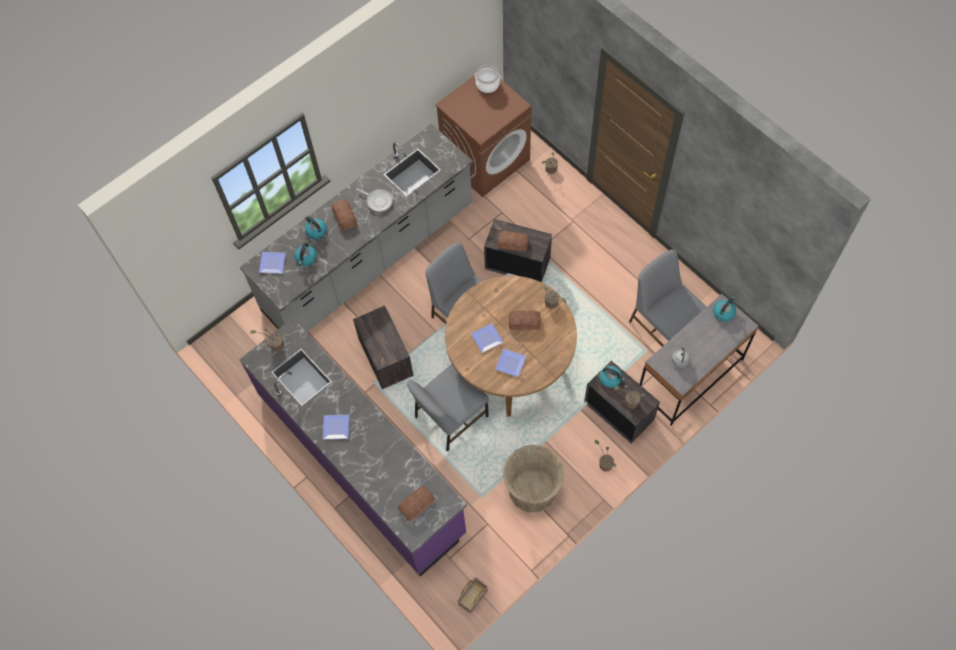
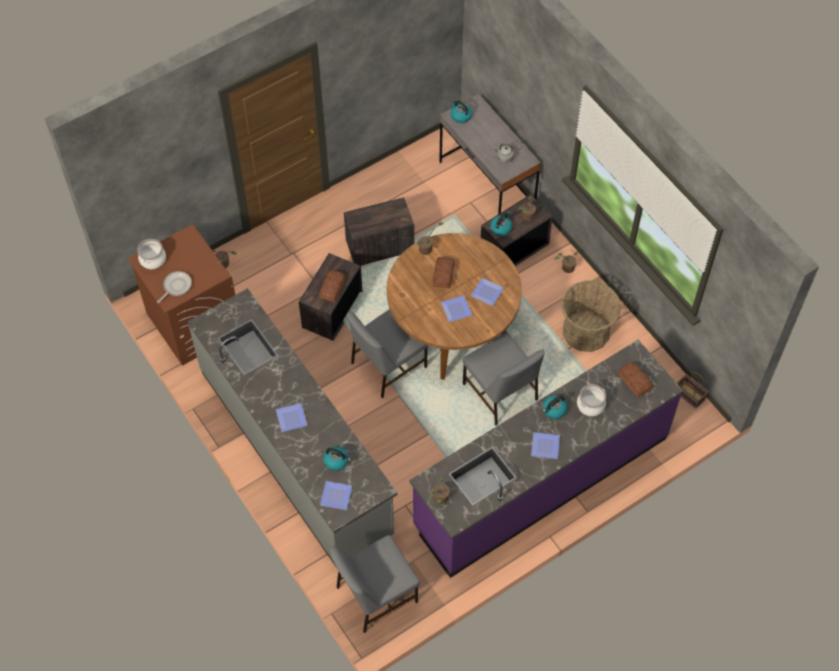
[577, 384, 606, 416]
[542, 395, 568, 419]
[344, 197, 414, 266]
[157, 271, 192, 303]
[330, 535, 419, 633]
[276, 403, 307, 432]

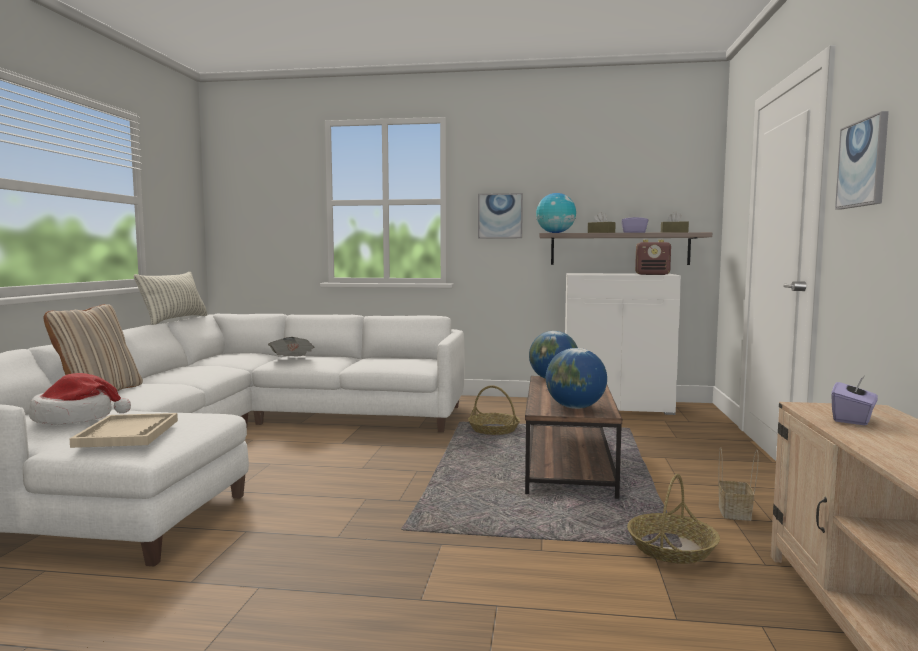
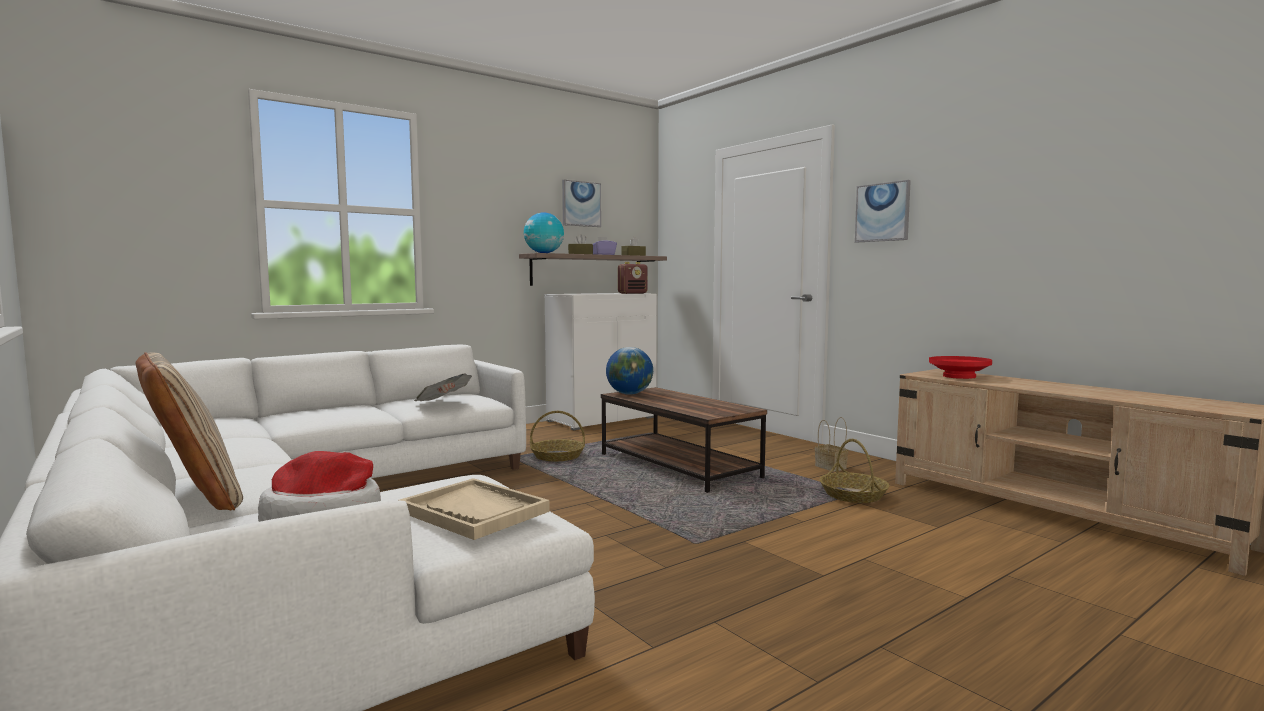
[134, 272, 207, 325] (first image)
[546, 348, 607, 409] (first image)
[414, 373, 472, 401]
[562, 180, 601, 227]
[929, 356, 992, 379]

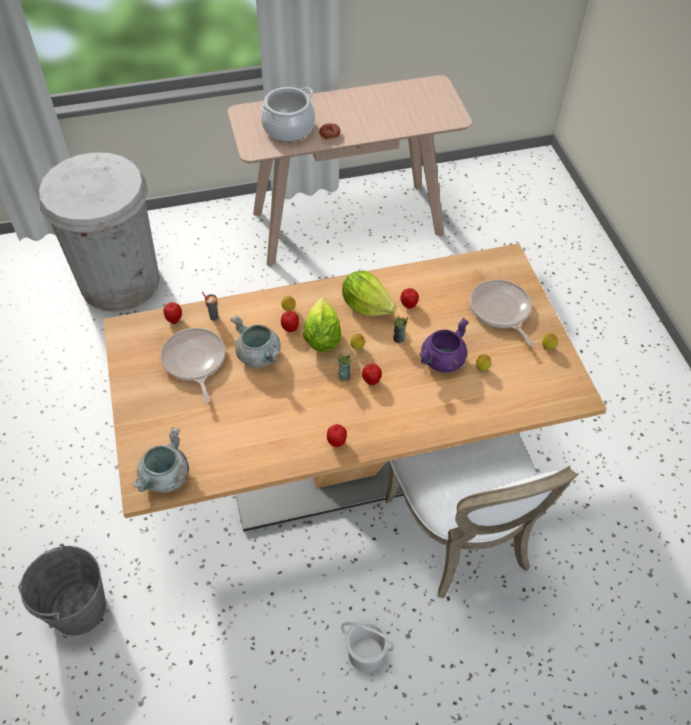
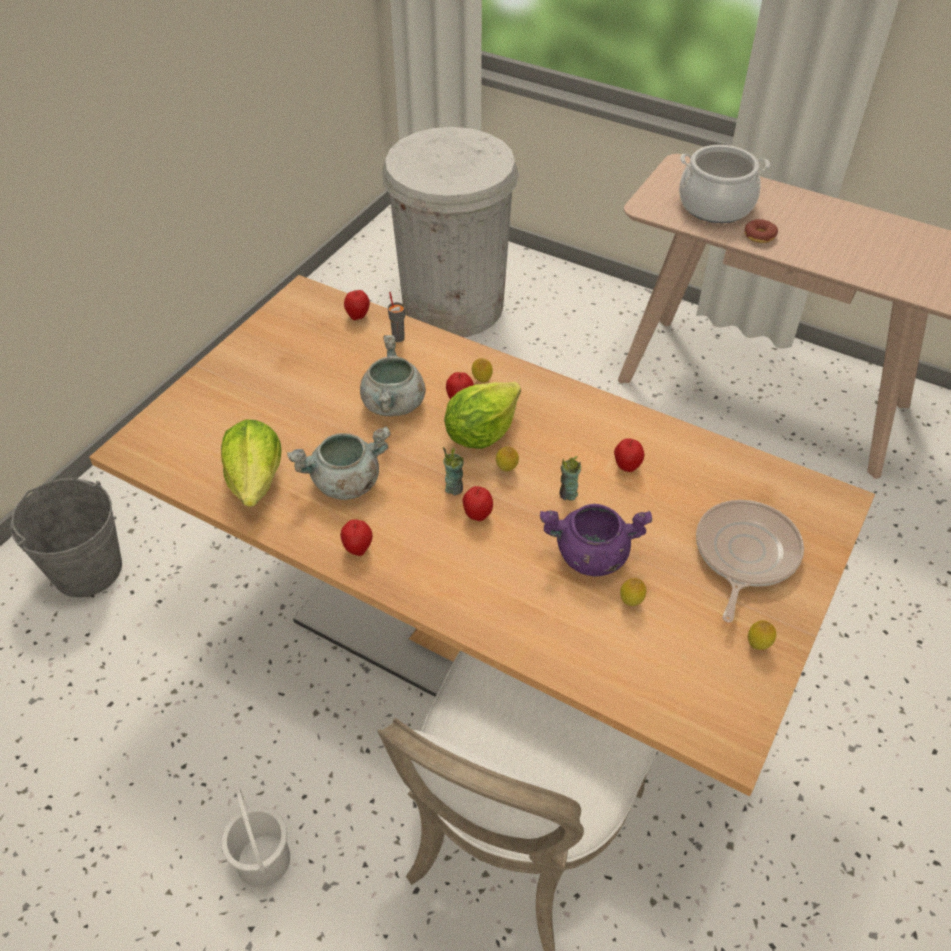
[160, 328, 225, 403] (first image)
[287, 426, 391, 500]
[221, 419, 282, 507]

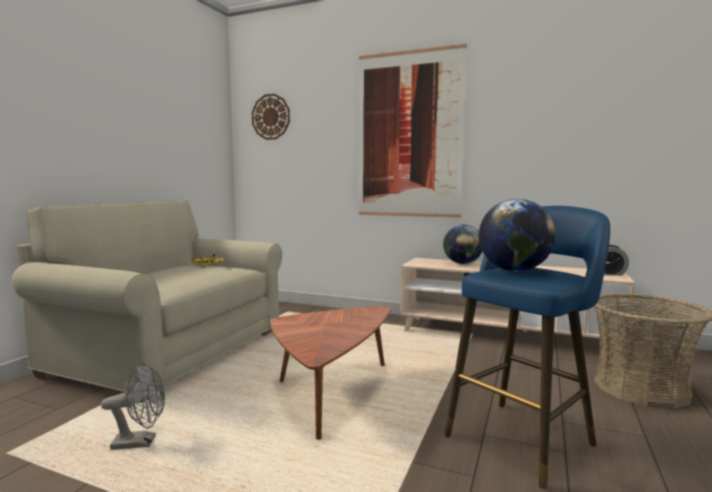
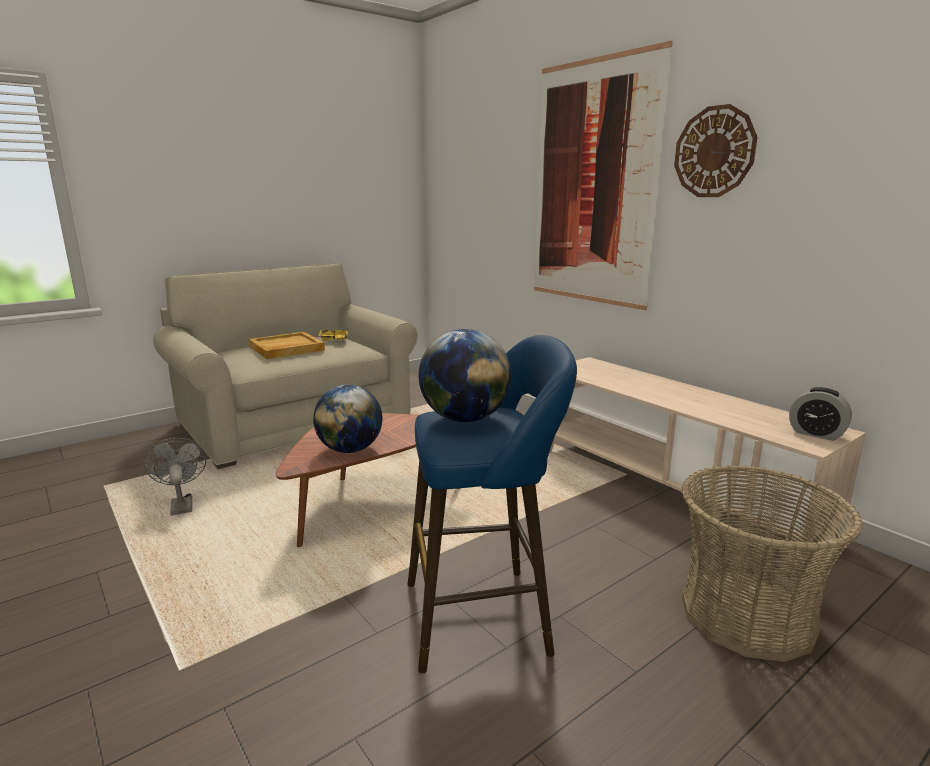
[249, 332, 325, 359]
[674, 104, 757, 197]
[313, 385, 382, 453]
[144, 437, 206, 516]

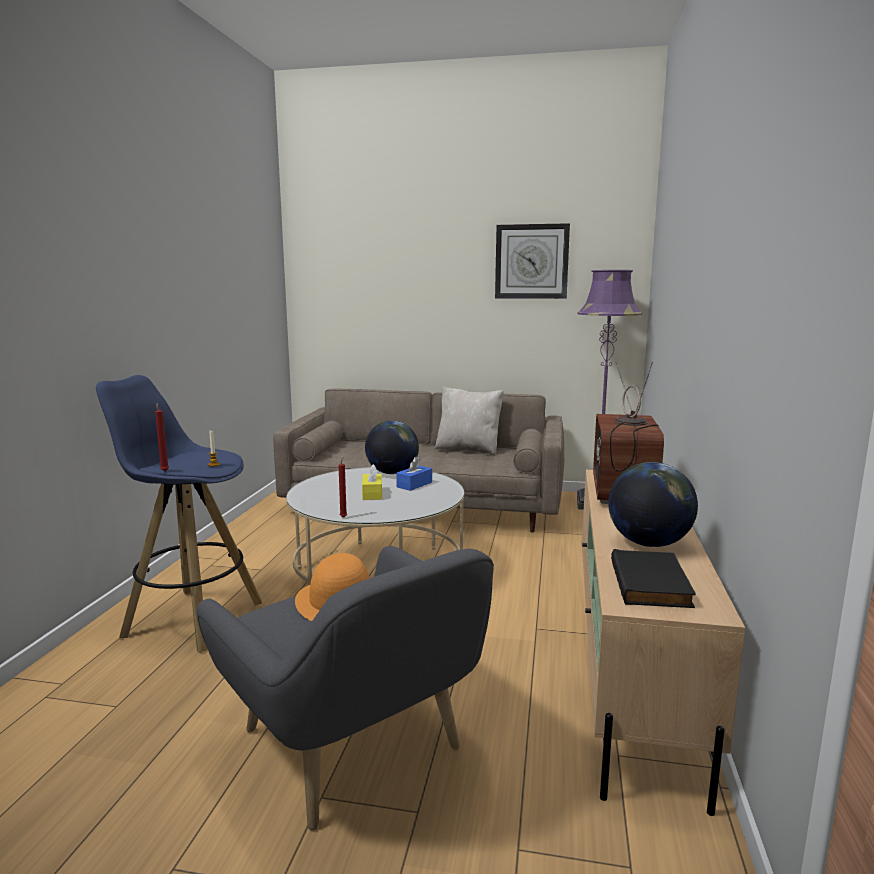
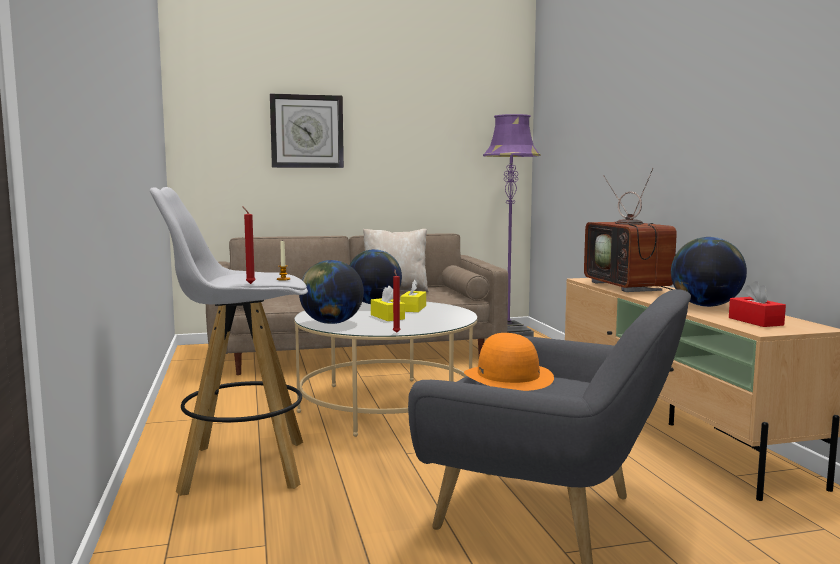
[299, 260, 364, 324]
[270, 93, 344, 168]
[729, 281, 786, 327]
[150, 187, 308, 496]
[400, 280, 426, 312]

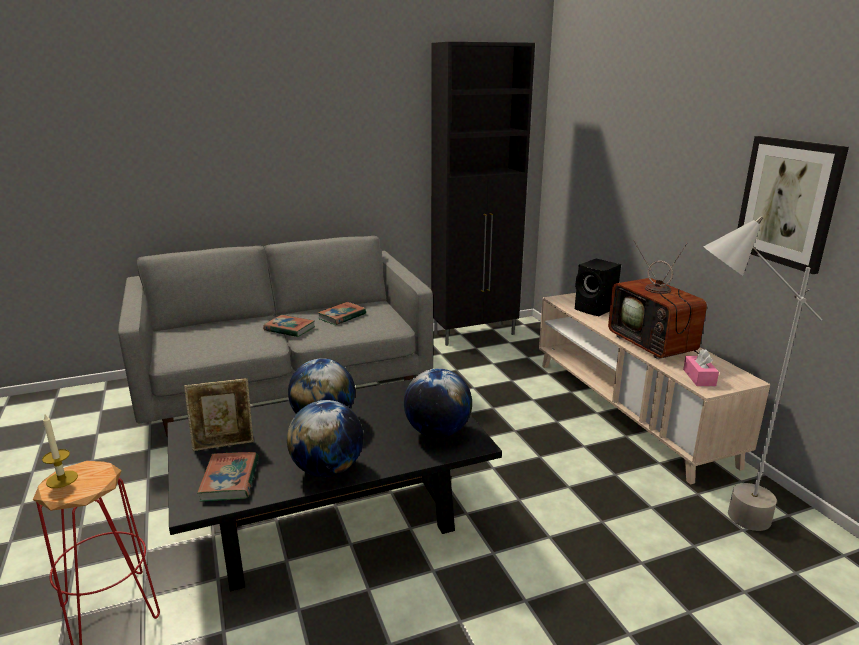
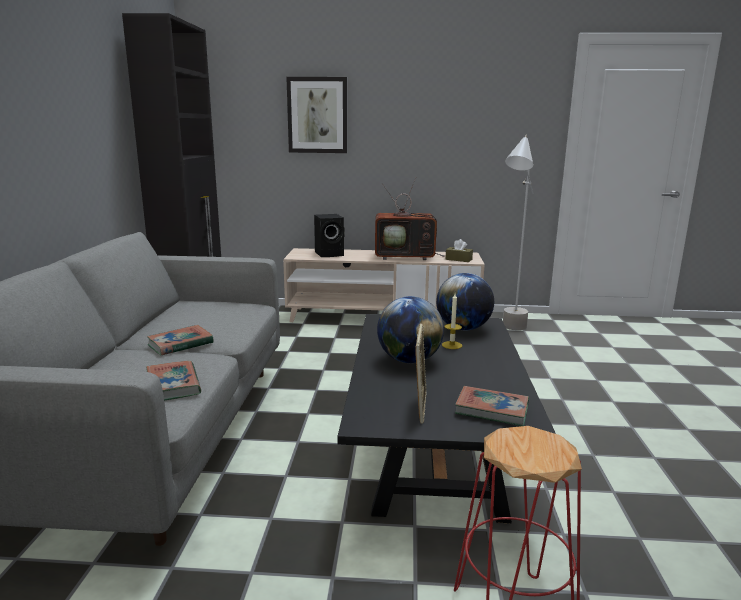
[287, 400, 363, 477] (first image)
[442, 294, 462, 349]
[146, 361, 201, 401]
[286, 77, 347, 153]
[445, 239, 473, 262]

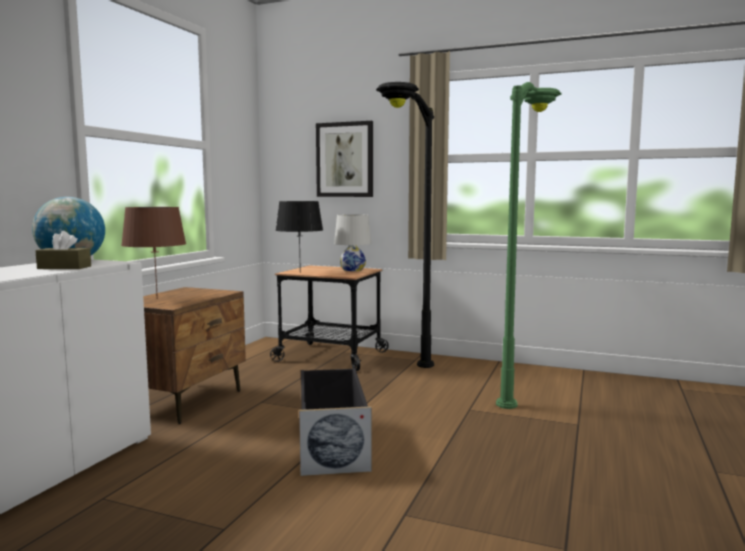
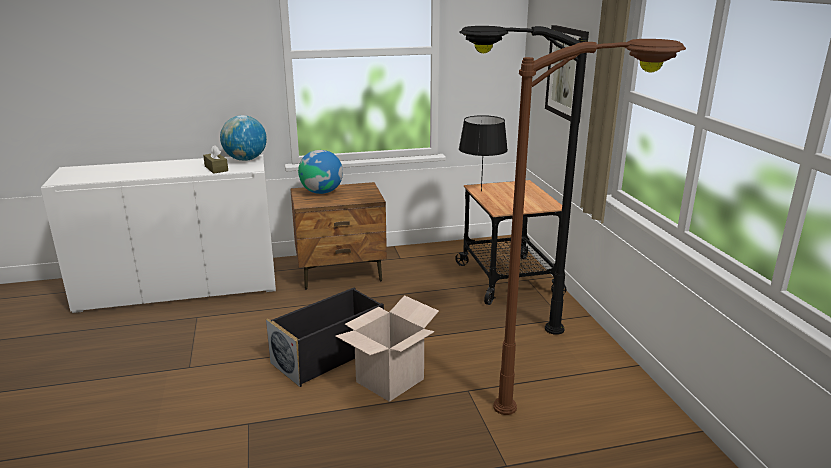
[334, 214, 371, 271] (first image)
[336, 295, 439, 402]
[298, 150, 343, 194]
[493, 39, 686, 415]

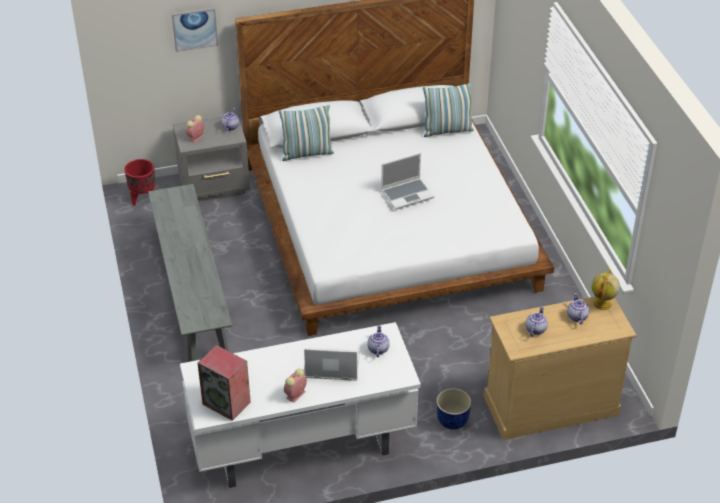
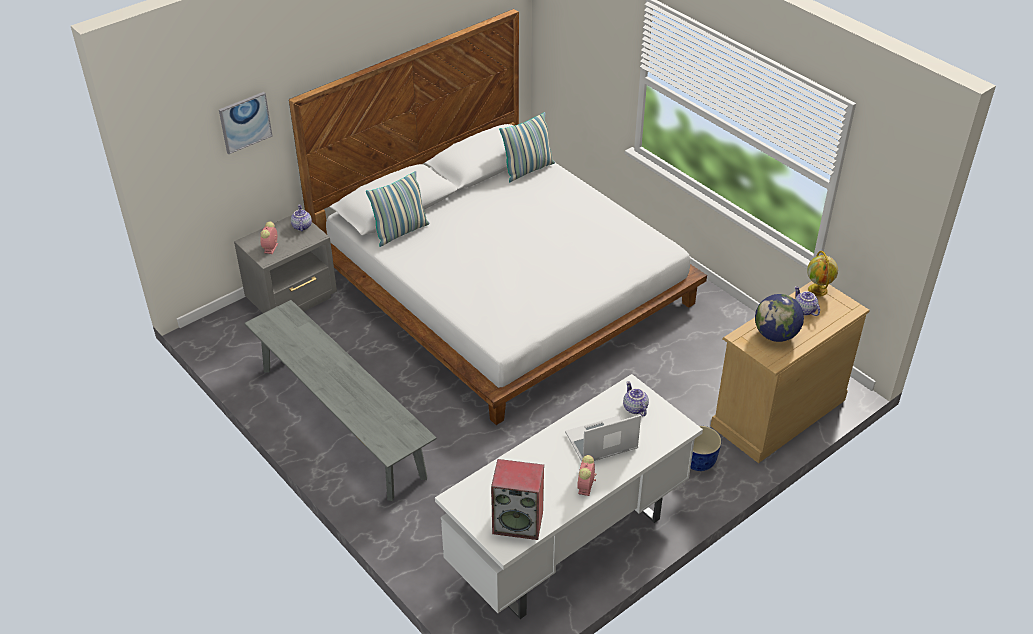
[124, 159, 155, 206] (first image)
[381, 153, 434, 210] (first image)
[755, 294, 804, 342]

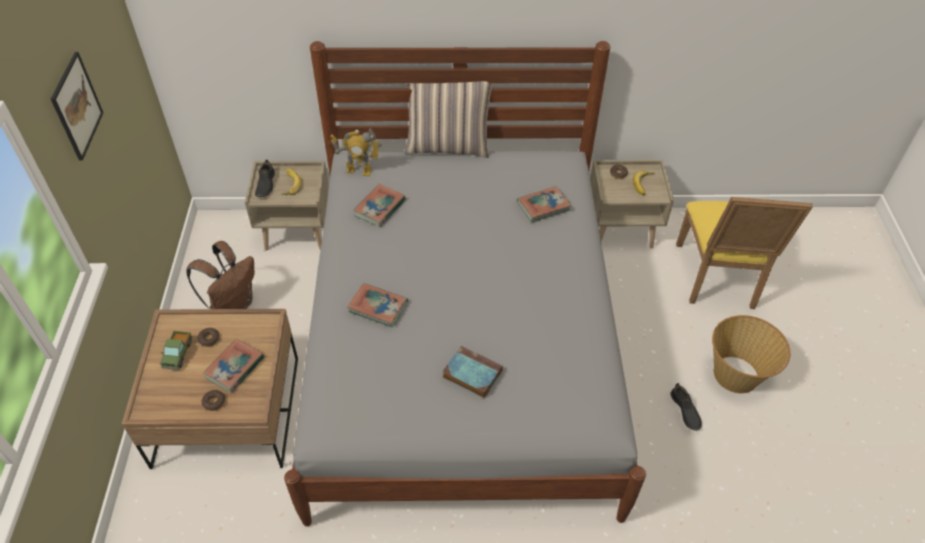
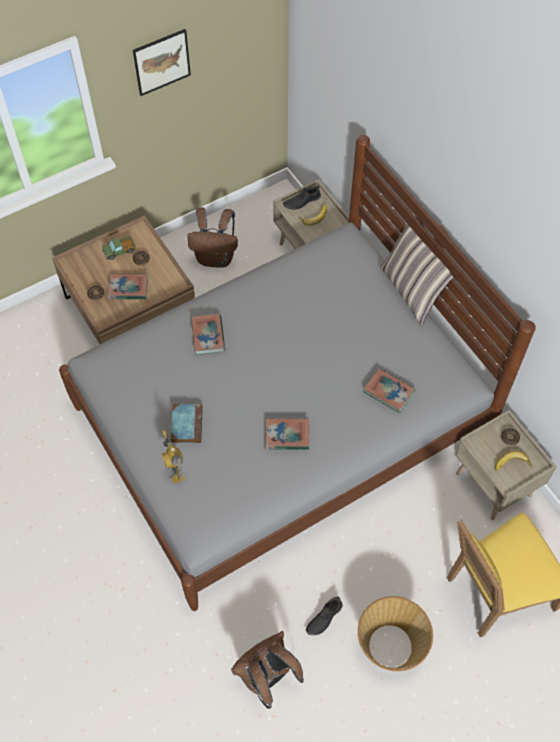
[231, 631, 304, 709]
[162, 430, 185, 484]
[265, 418, 309, 450]

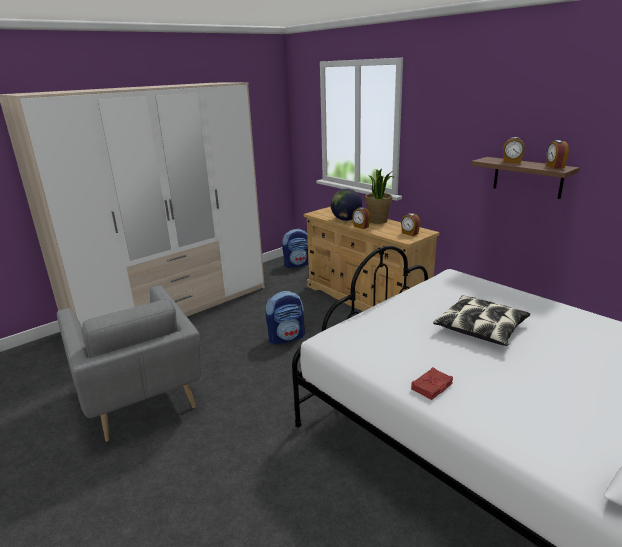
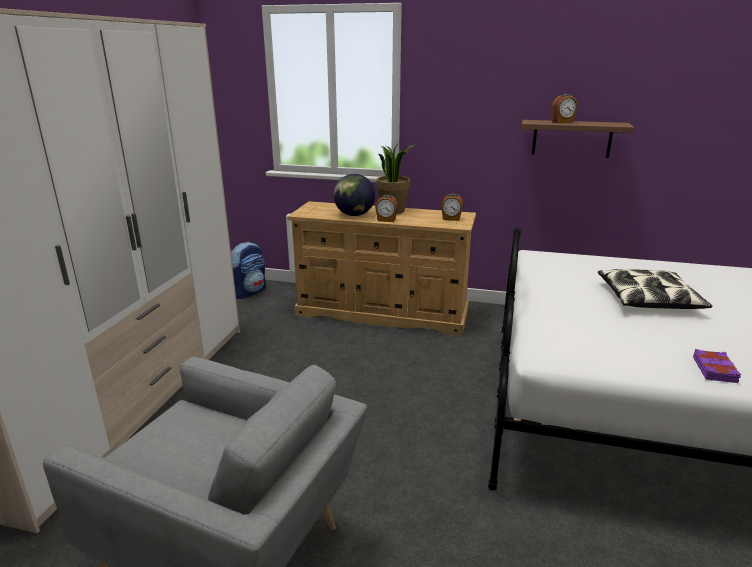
[265, 291, 305, 345] (first image)
[546, 140, 569, 169] (first image)
[693, 349, 741, 383]

